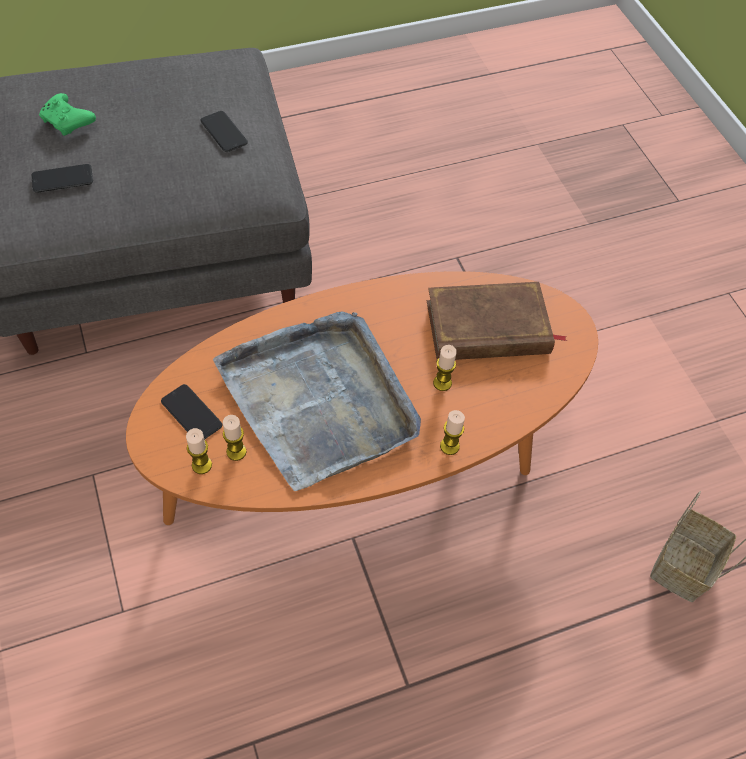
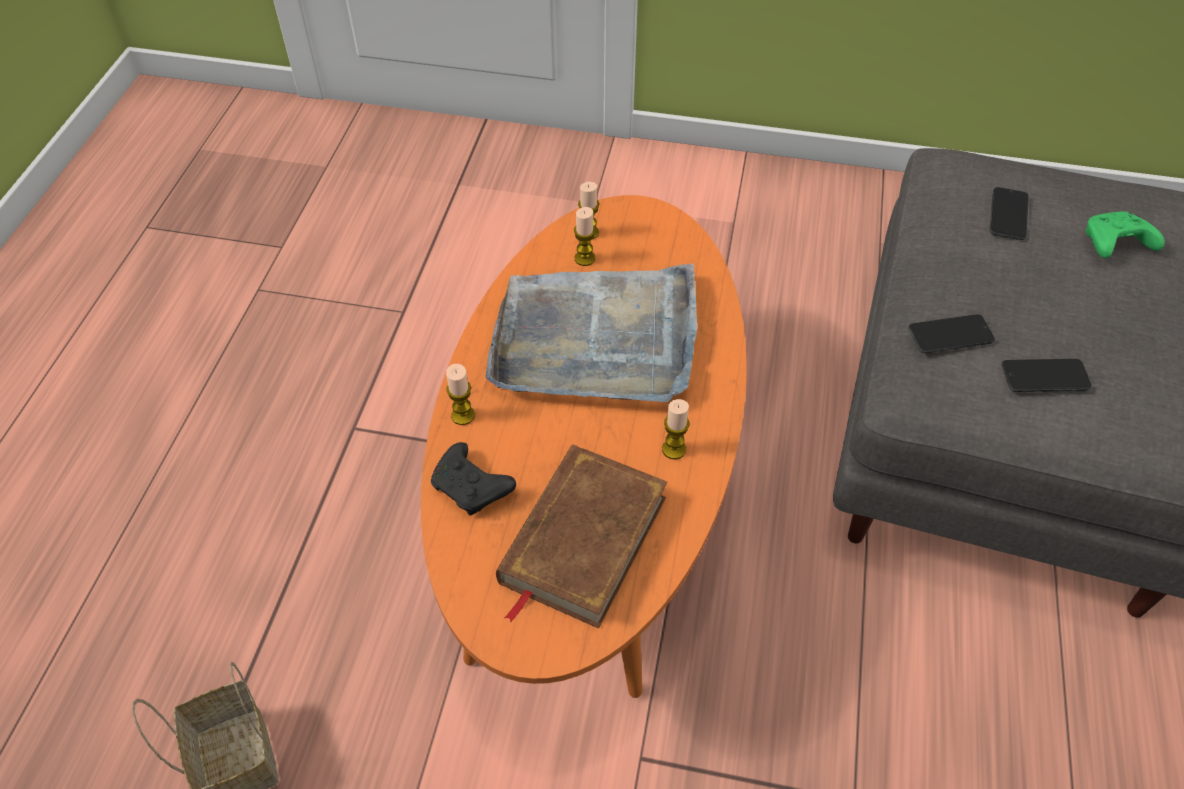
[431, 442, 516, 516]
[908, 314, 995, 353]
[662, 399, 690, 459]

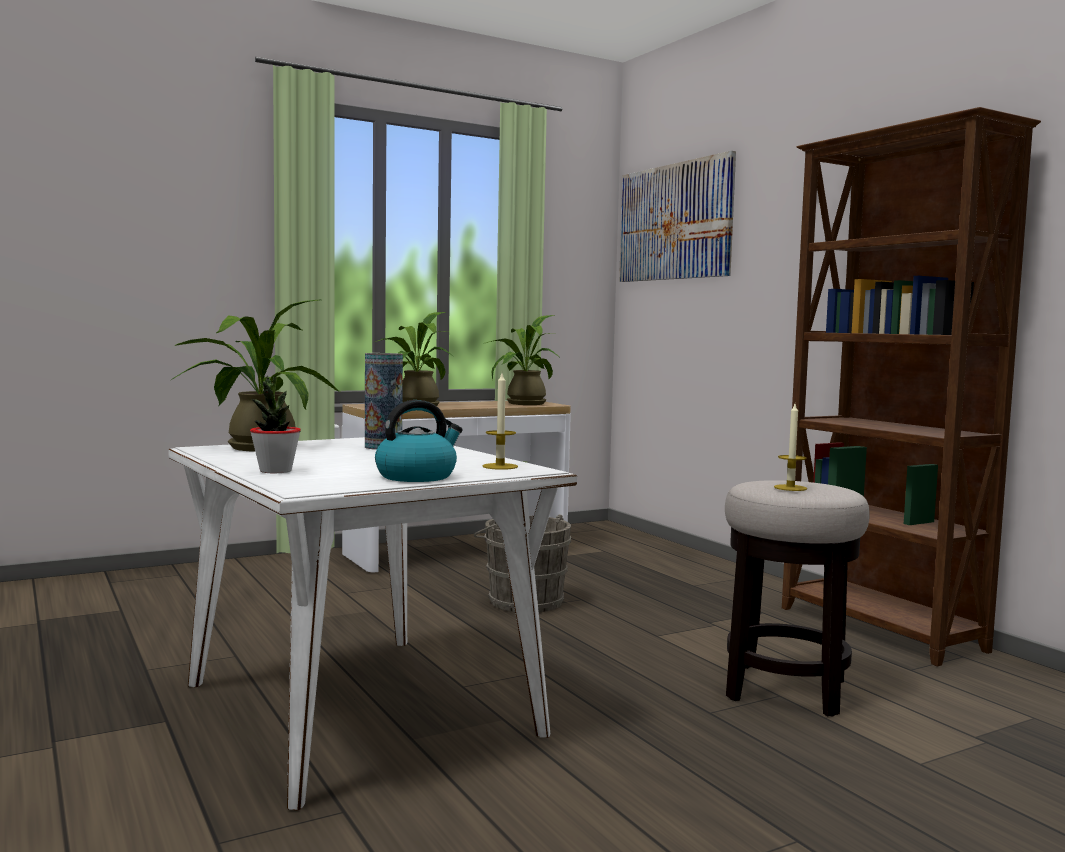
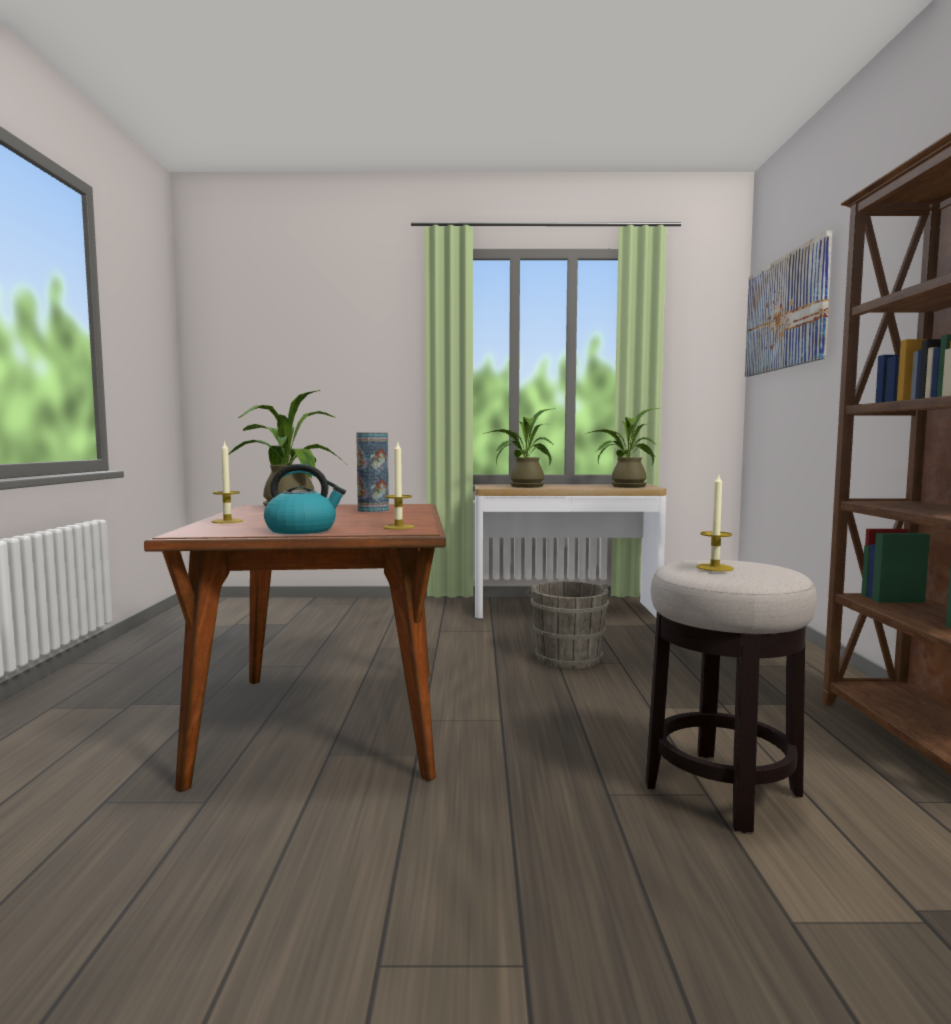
[212, 441, 243, 523]
[144, 504, 446, 792]

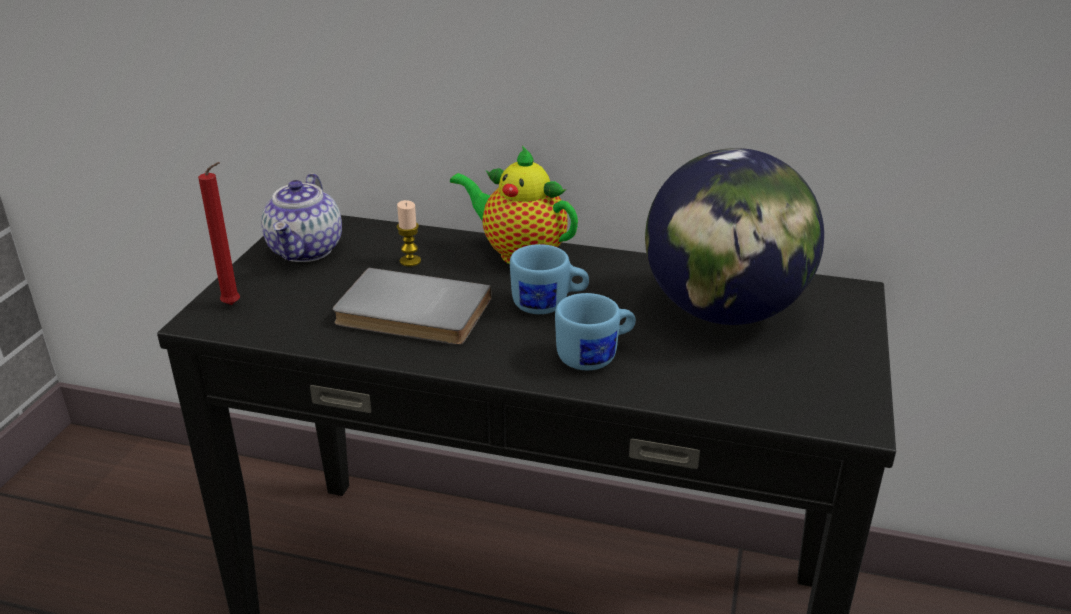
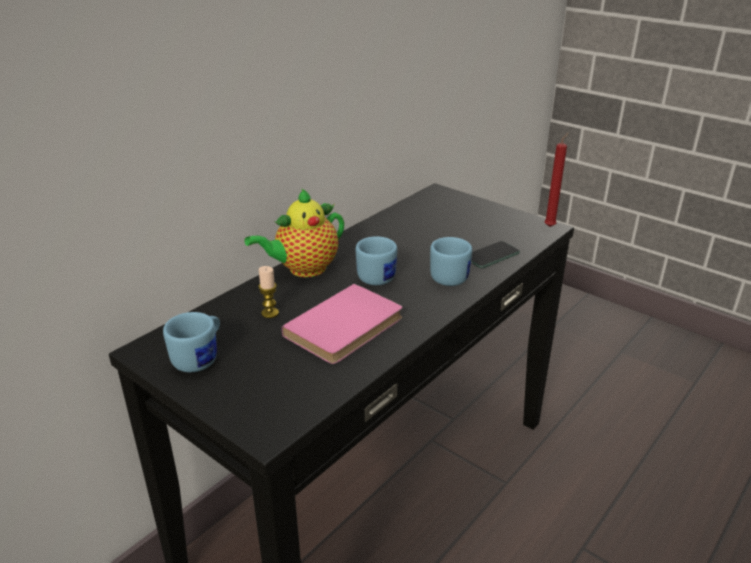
[645, 148, 824, 325] (first image)
[471, 241, 520, 268]
[544, 132, 569, 227]
[163, 312, 220, 372]
[282, 284, 402, 364]

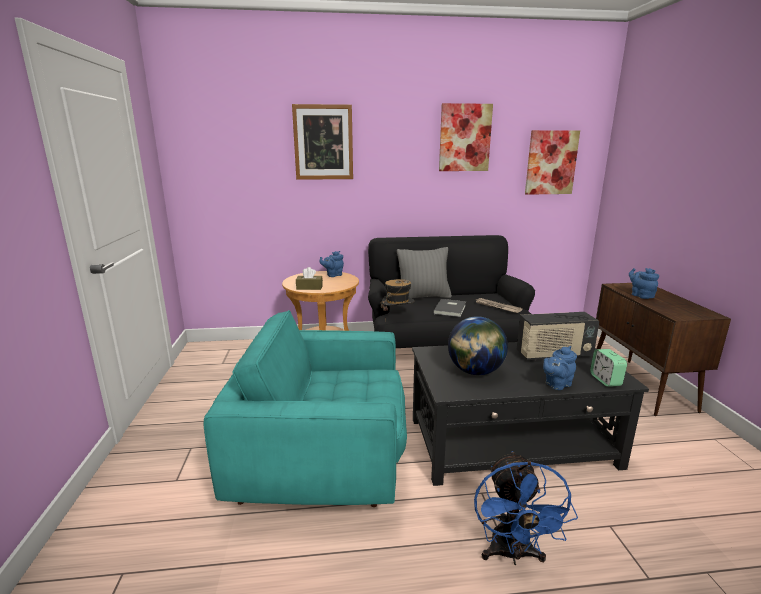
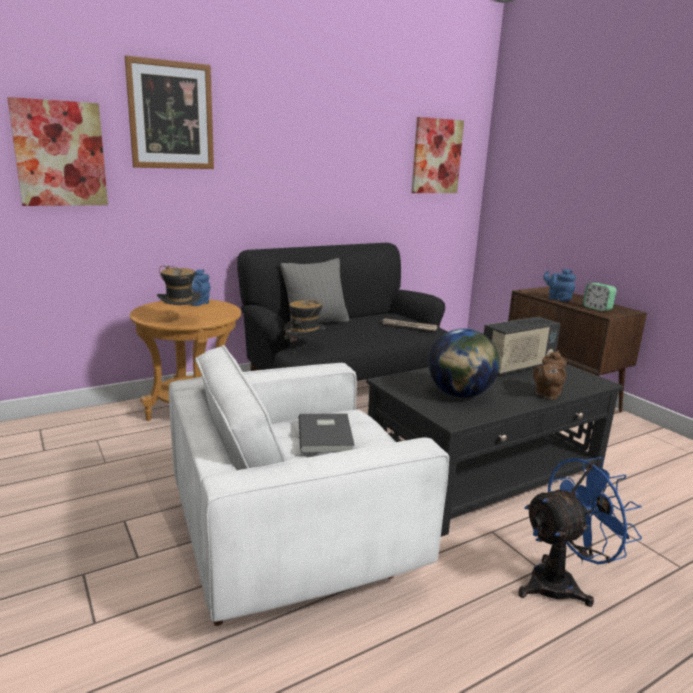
[299, 413, 355, 453]
[7, 97, 108, 206]
[583, 283, 617, 311]
[157, 265, 202, 314]
[169, 345, 449, 626]
[533, 351, 567, 400]
[518, 457, 642, 607]

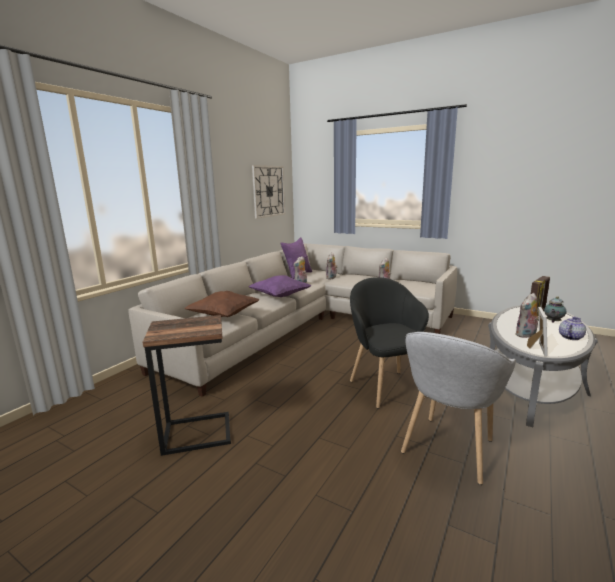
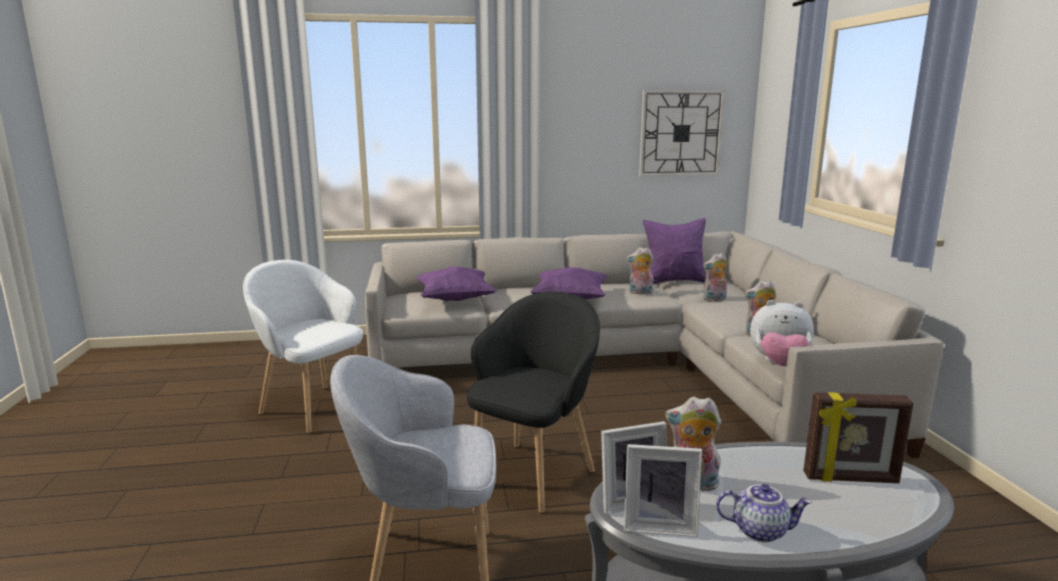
[544, 296, 567, 323] (first image)
[624, 444, 702, 537]
[750, 300, 814, 366]
[243, 260, 363, 434]
[416, 267, 497, 301]

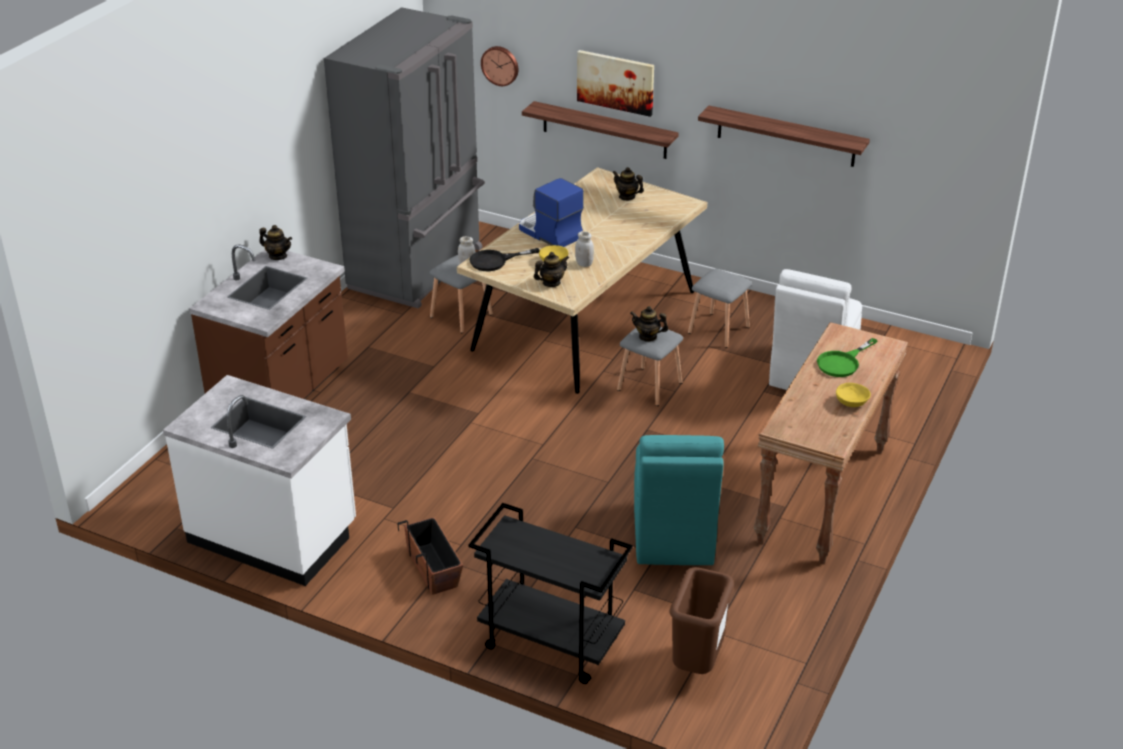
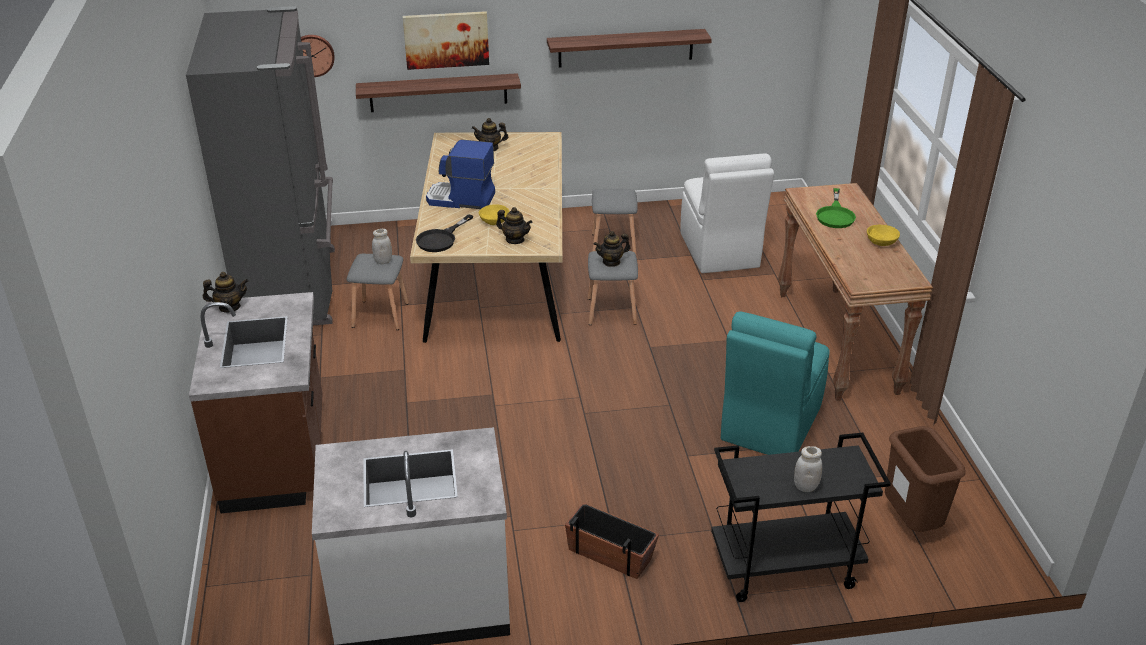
[794, 446, 822, 492]
[496, 207, 532, 244]
[721, 312, 830, 455]

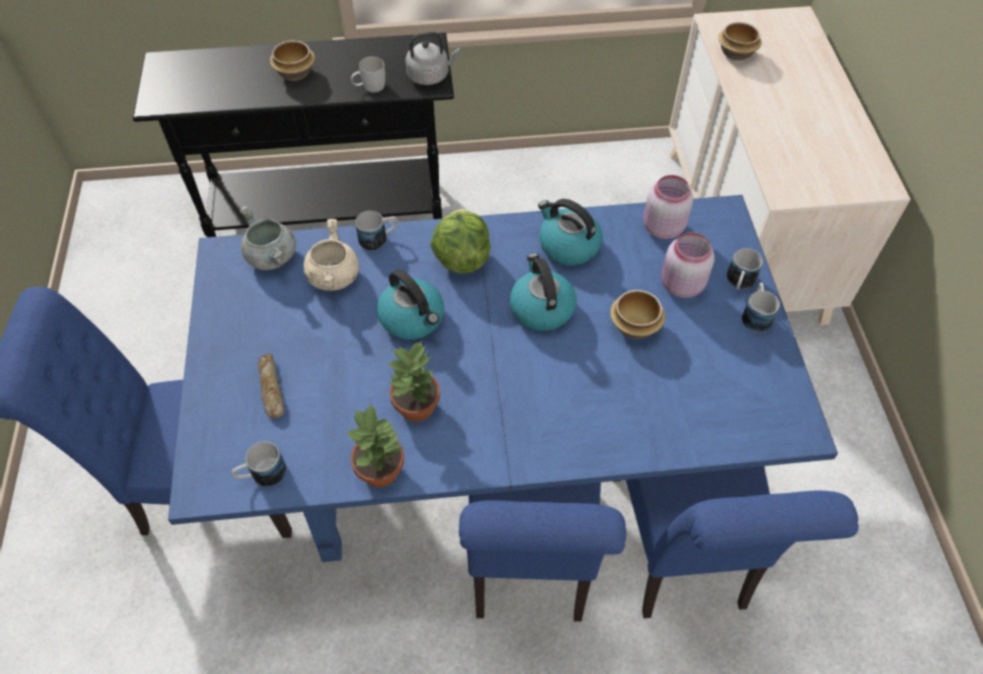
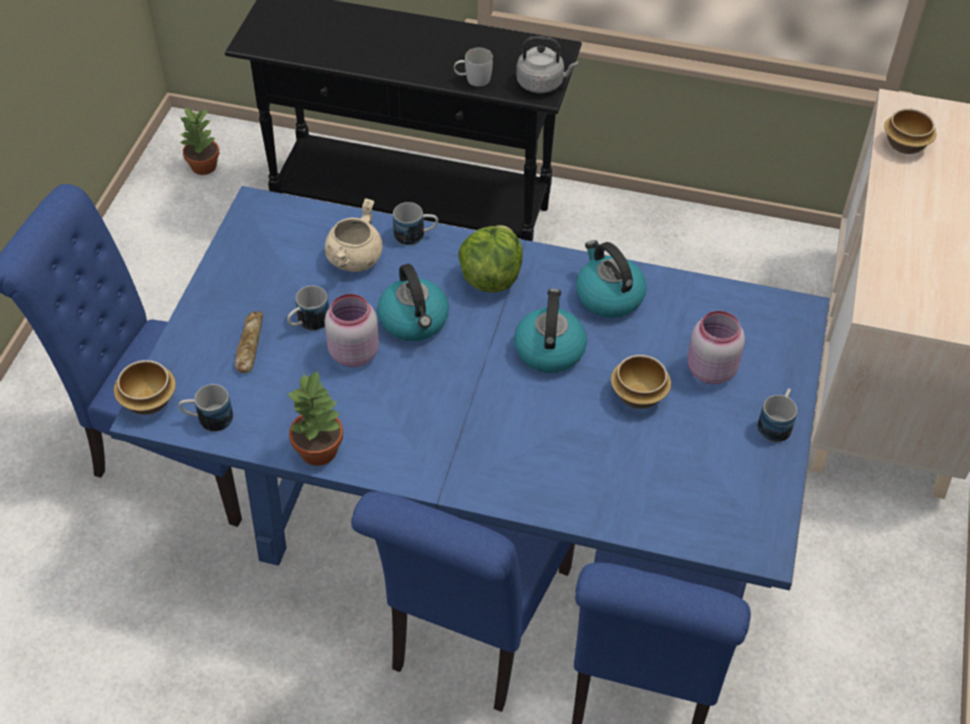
[239, 206, 296, 270] (first image)
[114, 360, 176, 415]
[179, 108, 219, 175]
[324, 294, 379, 367]
[287, 285, 329, 331]

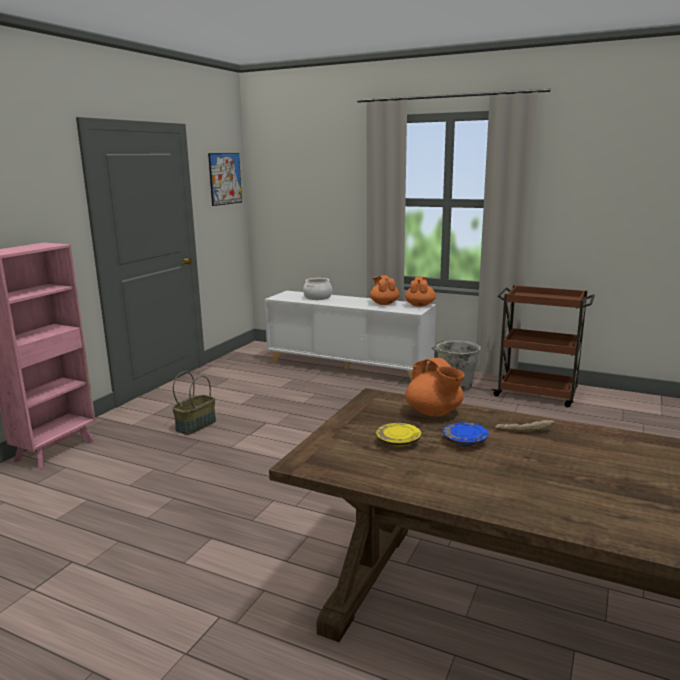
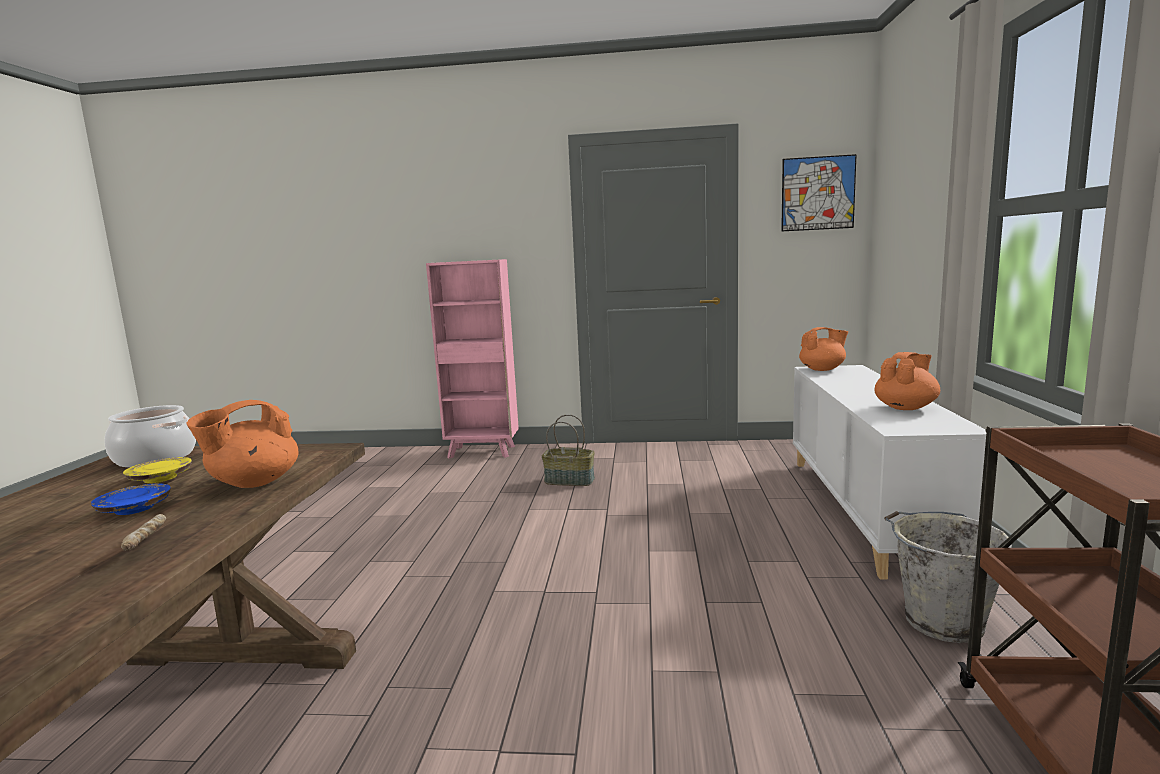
[104, 405, 196, 467]
[799, 327, 848, 371]

